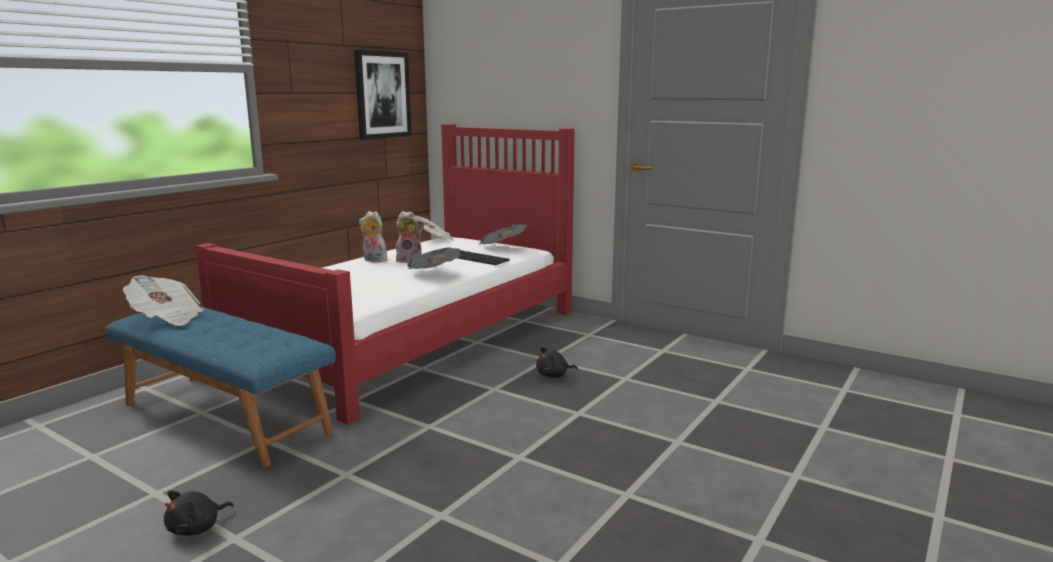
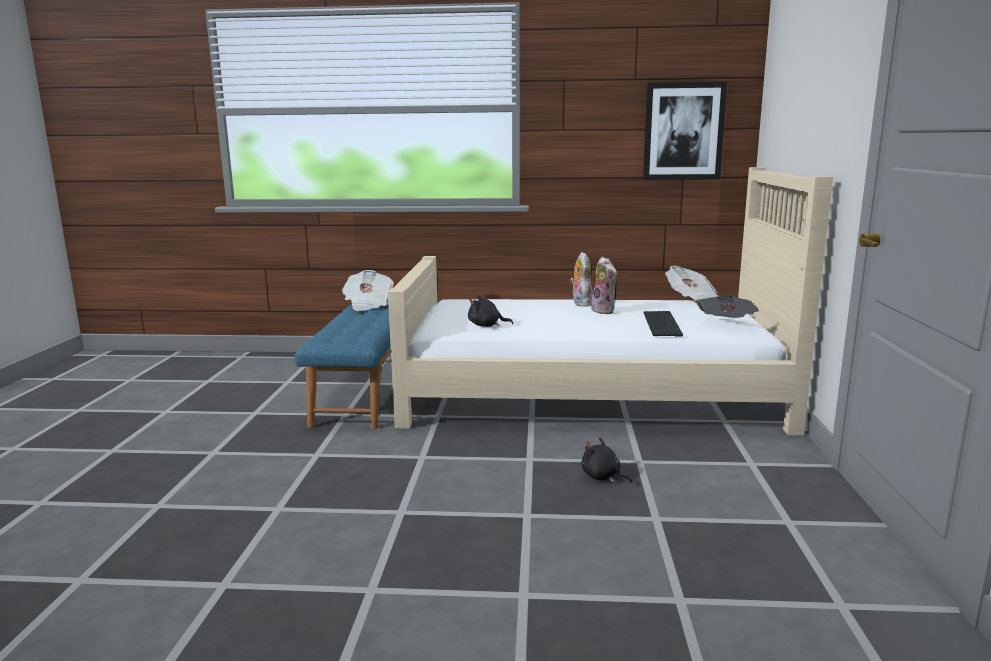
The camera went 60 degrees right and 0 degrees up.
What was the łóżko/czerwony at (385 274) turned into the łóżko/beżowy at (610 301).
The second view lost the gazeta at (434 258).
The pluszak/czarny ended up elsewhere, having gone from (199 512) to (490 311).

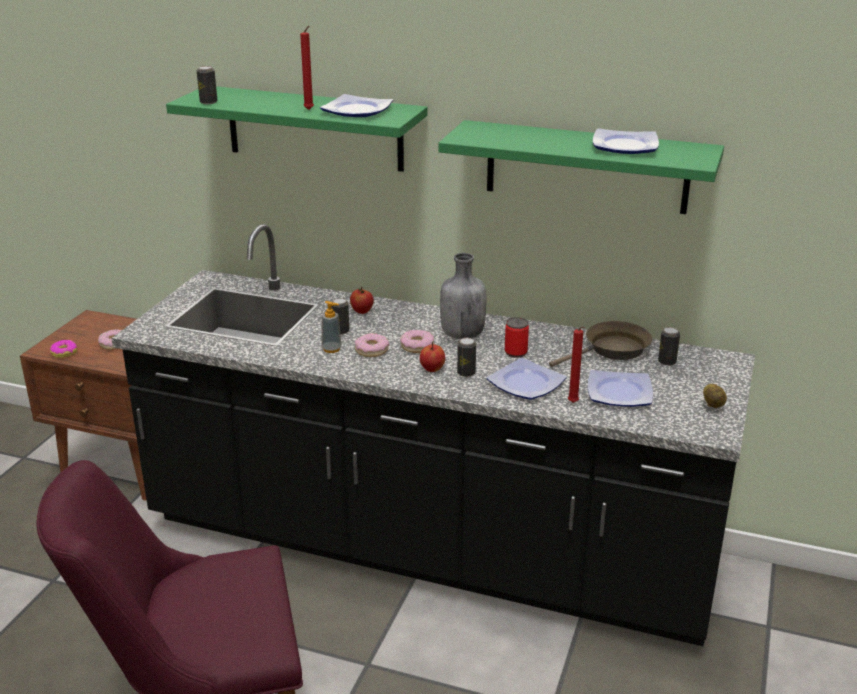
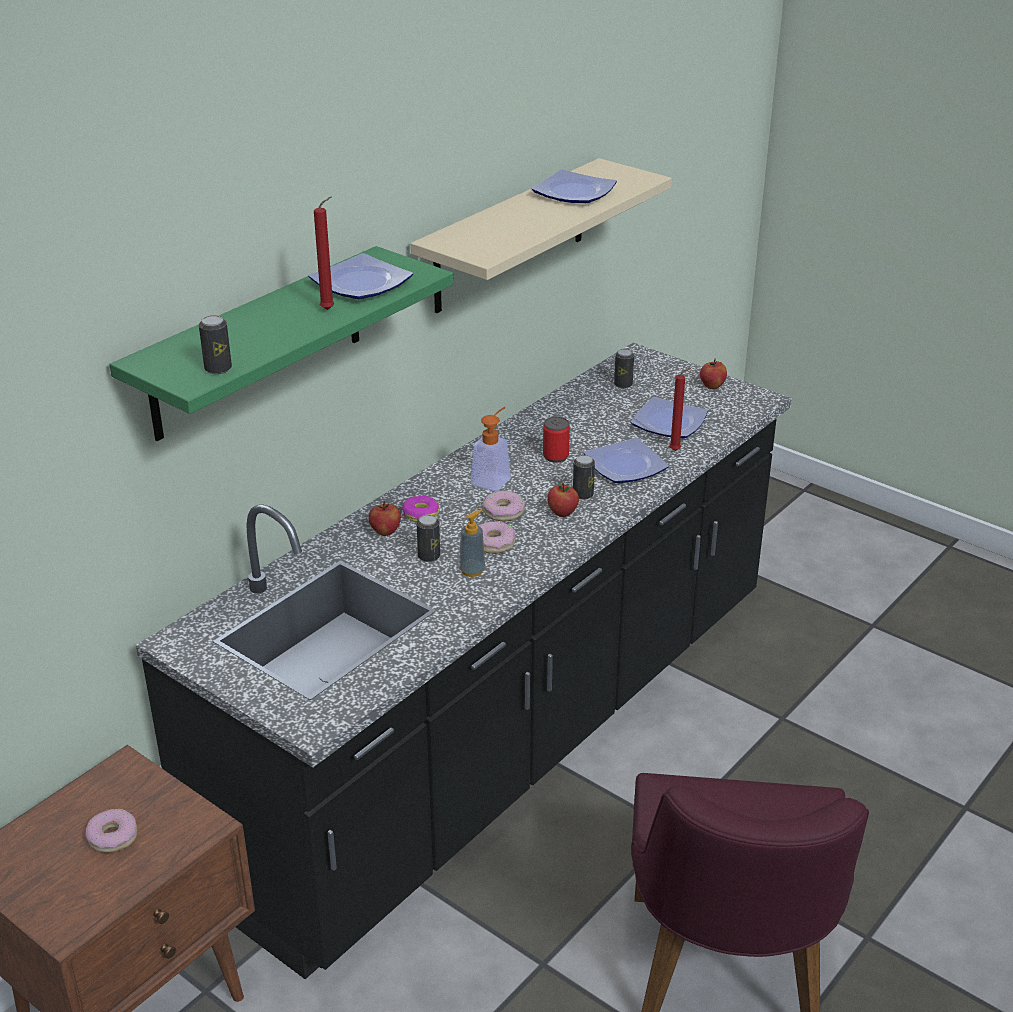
The camera went 70 degrees left and 5 degrees up.
What was the półka/zielony at (581 167) turned into the półka/beżowy at (541 235).
Where the butelka/szary stood at (463 296), the dozownik mydła came to stand at (491 449).
The second view lost the patelnia/brązowy at (601 344).
The donut ended up elsewhere, having gone from (63 349) to (420 509).
Where the ziemniak stood at (715 396), the jabłko came to stand at (713 373).

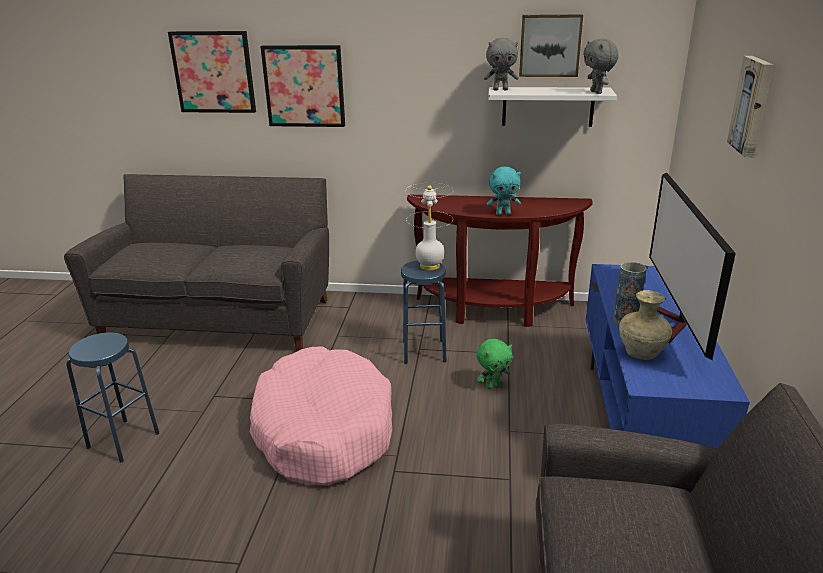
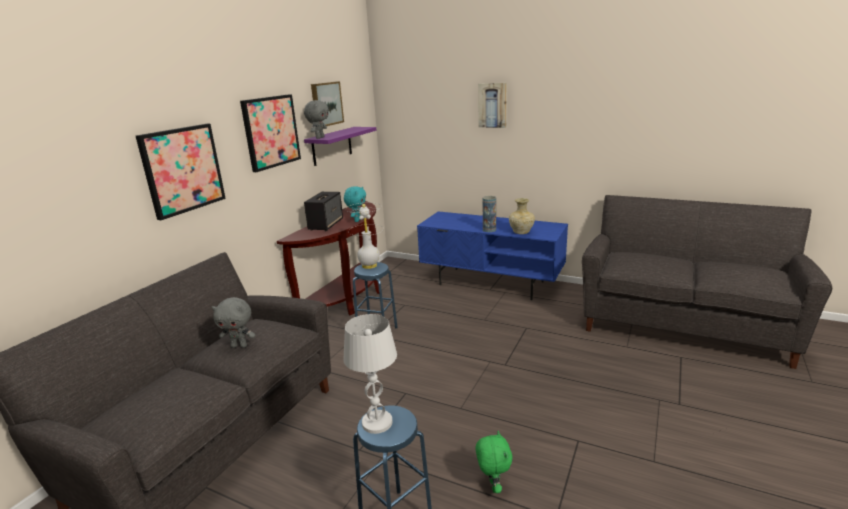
The camera went 70 degrees left and 5 degrees down.
The obraz ended up elsewhere, having gone from (212 72) to (270 133).
The pluszak/szary ended up elsewhere, having gone from (601 66) to (233 322).
What was the półka/biały at (552 107) turned into the półka/fioletowy at (340 146).
The second view lost the telewizor at (692 266).
The pluszak/zielony ended up elsewhere, having gone from (494 364) to (494 462).
The second view lost the legowisko/różowy at (321 416).
The second view gained the głośnik at (323 211).
The second view gained the lampa stołowa/biały at (370 374).

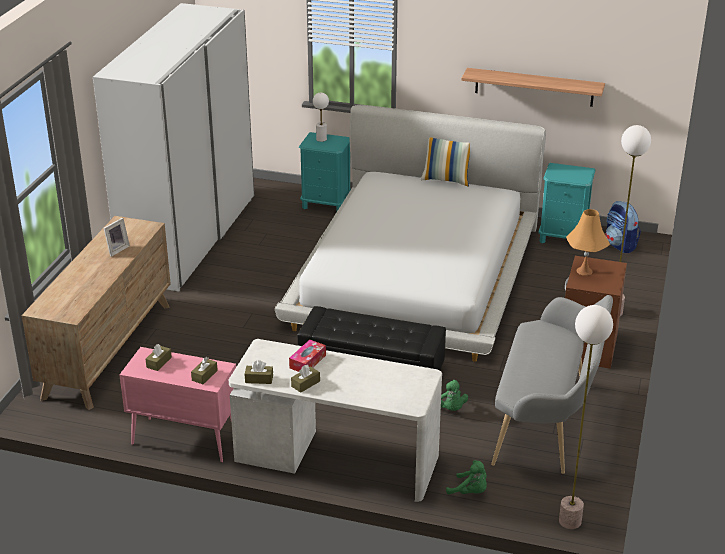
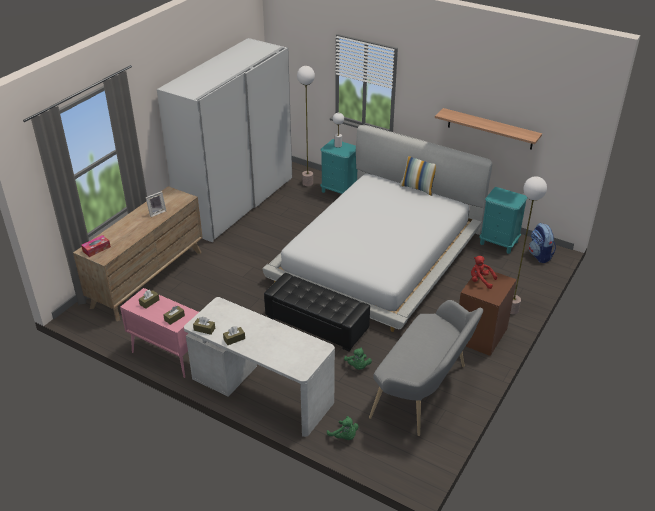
The camera went 15 degrees right and 5 degrees up.
Where the lampa stołowa/pomarańczowy stood at (588 242), the pluszak/czerwony came to stand at (484 272).
The lampa stojąca ended up elsewhere, having gone from (586 417) to (306 126).
The pudełko chusteczek ended up elsewhere, having gone from (307 356) to (96 246).

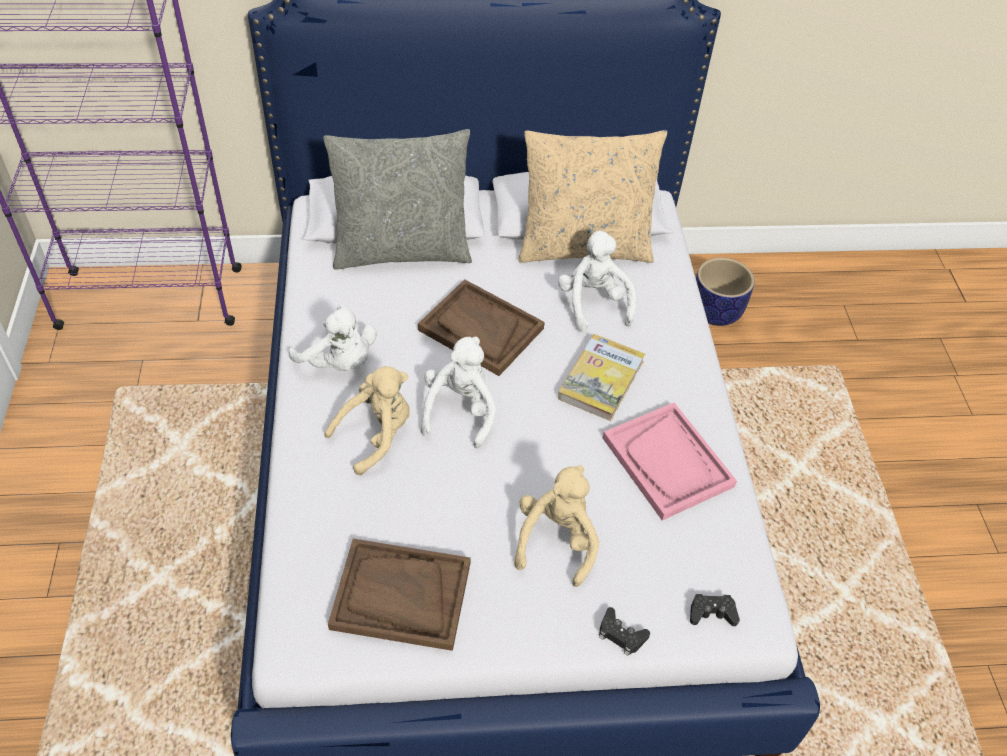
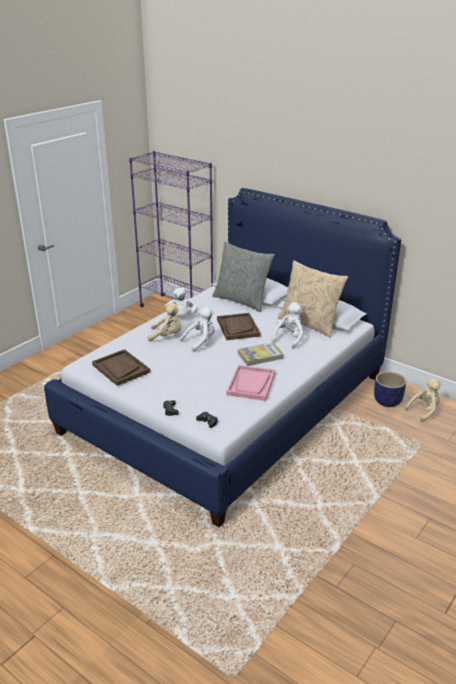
The camera went 45 degrees right and 20 degrees down.
The pluszak/beżowy ended up elsewhere, having gone from (556 526) to (423 400).

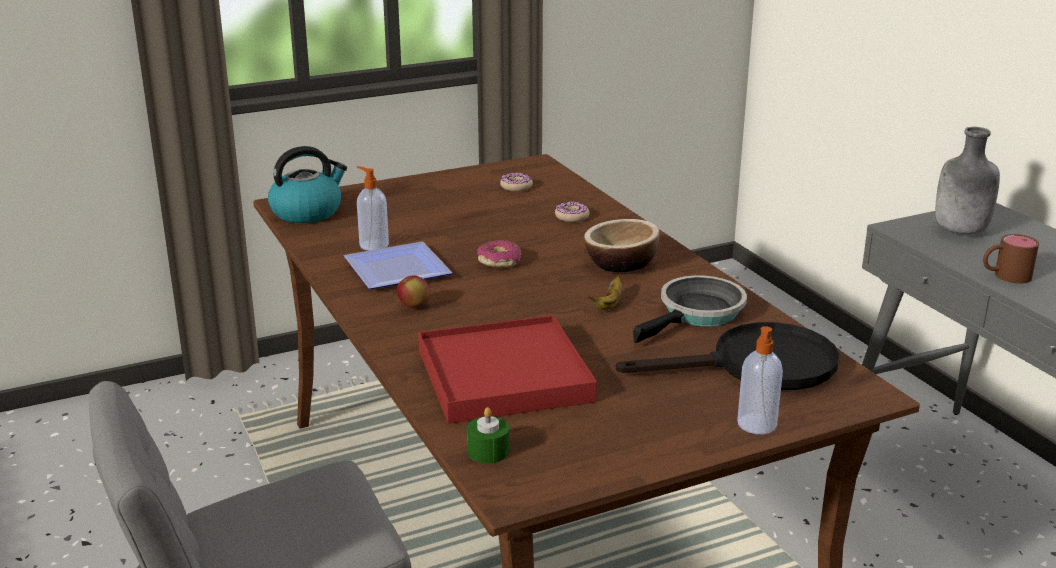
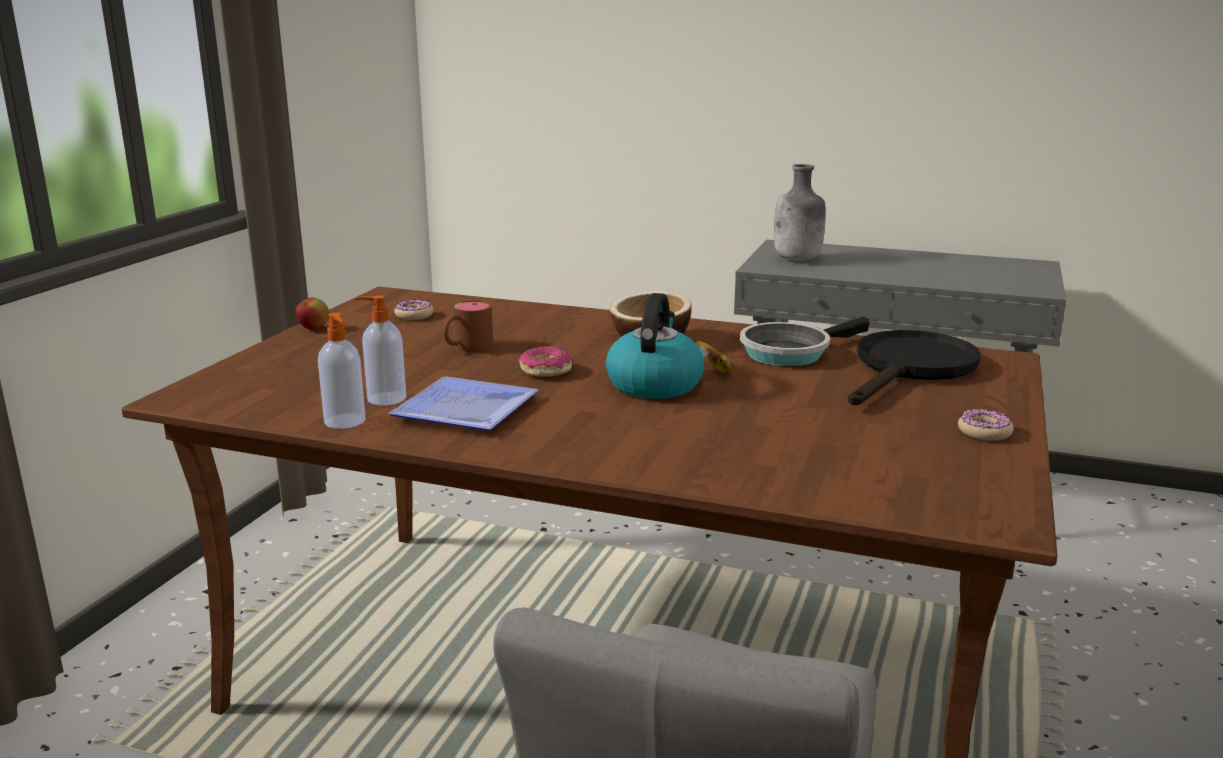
The camera went 45 degrees left and 5 degrees down.
The czajnik ended up elsewhere, having gone from (307 184) to (654 346).
The donut ended up elsewhere, having gone from (572 211) to (986 424).
The kubek/brązowy ended up elsewhere, having gone from (1011 258) to (468 326).
The jabłko ended up elsewhere, having gone from (414 291) to (312 314).
The patelnia at (690 309) ended up facing another way, 120 degrees counterclockwise from before.
The second view lost the taca/czerwony at (507 369).
The dozownik mydła ended up elsewhere, having gone from (760 380) to (342 371).
The second view lost the świeca/zielony at (488 435).

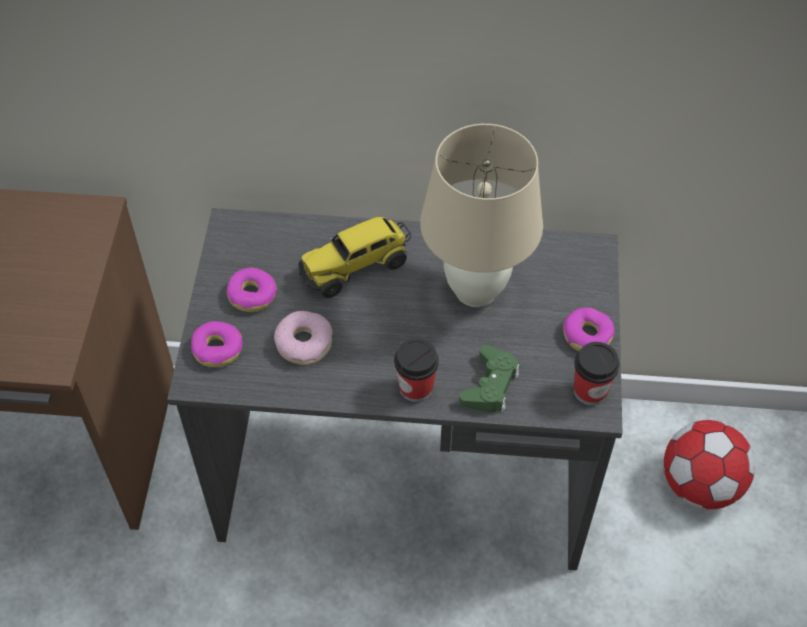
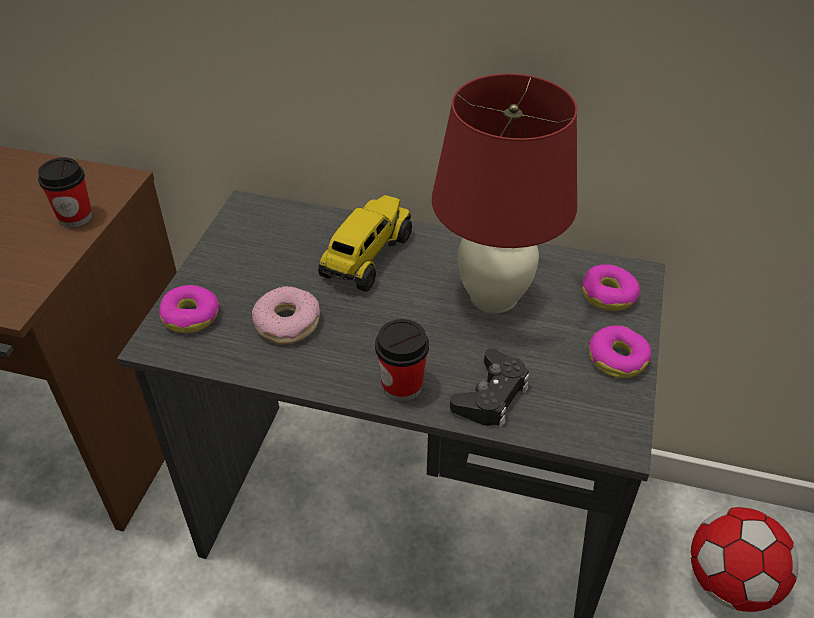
The camera went 10 degrees right and 10 degrees down.
What was the lampa stołowa/beżowy at (481 215) turned into the lampa stołowa/czerwony at (504 193).
The ciężarówka zabawkowa at (354 257) ended up facing another way, 135 degrees clockwise from before.
The donut ended up elsewhere, having gone from (251 290) to (610 287).
The filiżanka ended up elsewhere, having gone from (597 374) to (65 192).
What was the pad do gier/zielony at (489 379) turned into the pad do gier/czarny at (489 388).

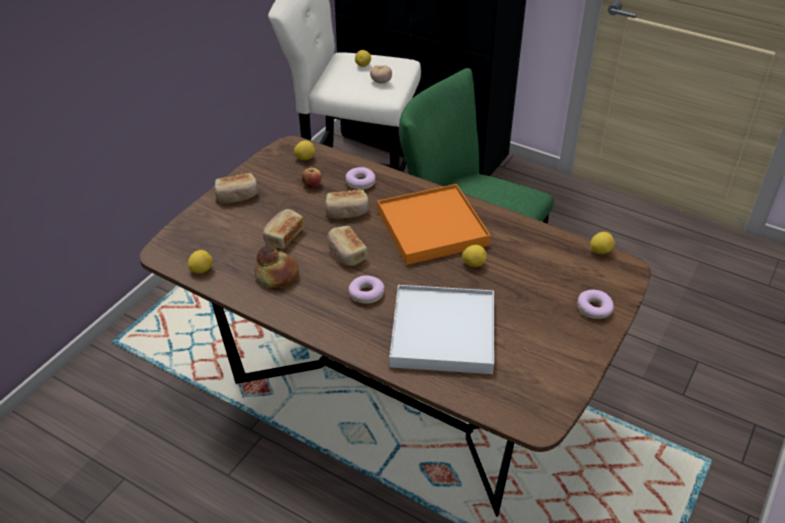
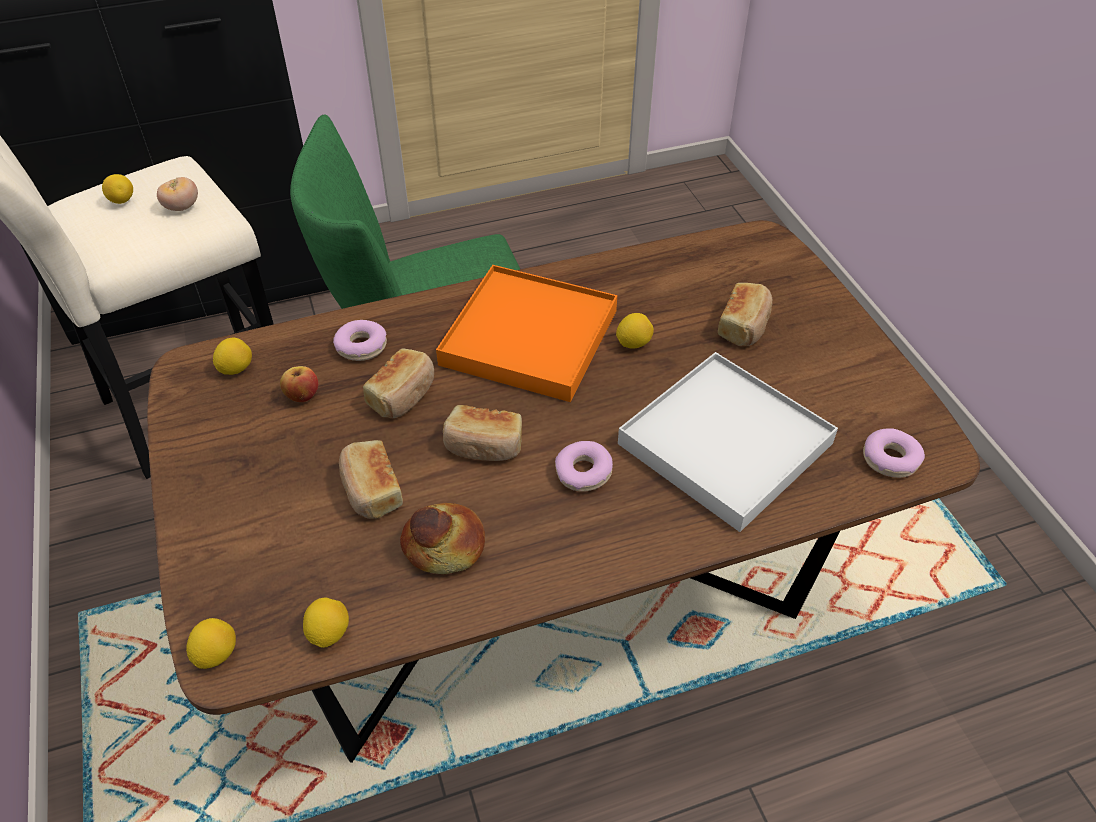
The camera went 50 degrees left and 5 degrees up.
The chleb ended up elsewhere, having gone from (236 188) to (745 314).
The cytryna ended up elsewhere, having gone from (602 243) to (211 643).
The donut ended up elsewhere, having gone from (595 304) to (894 453).

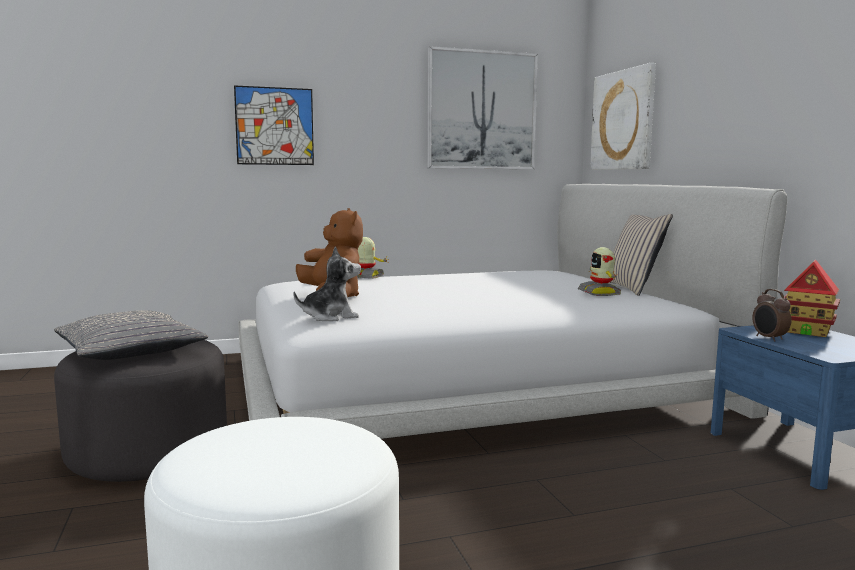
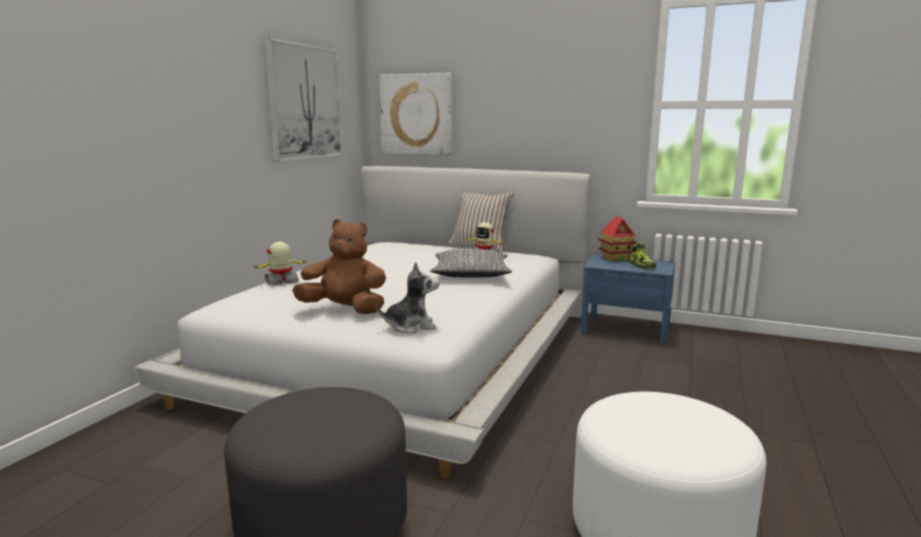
The camera went 50 degrees left and 5 degrees up.
The second view lost the obraz at (274 125).
The pluszak at (327 283) ended up facing another way, 60 degrees clockwise from before.
The second view lost the budzik at (772 315).
The poduszka/szary ended up elsewhere, having gone from (131 335) to (471 263).
The second view gained the but at (642 256).

